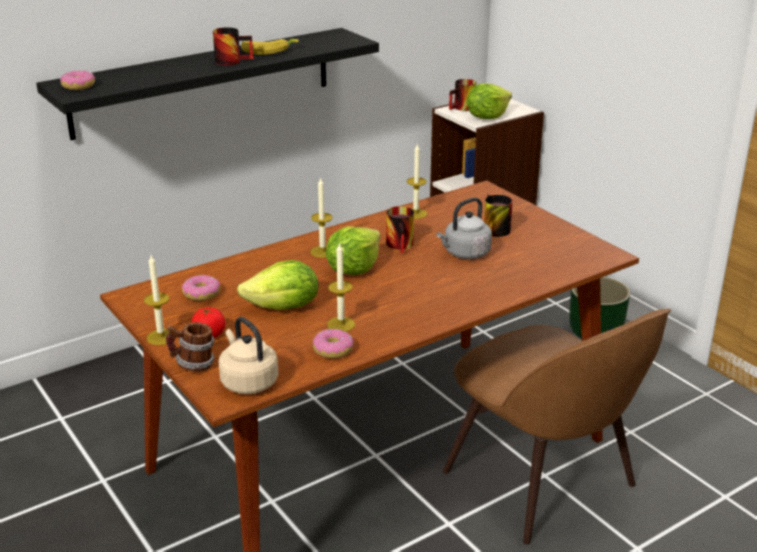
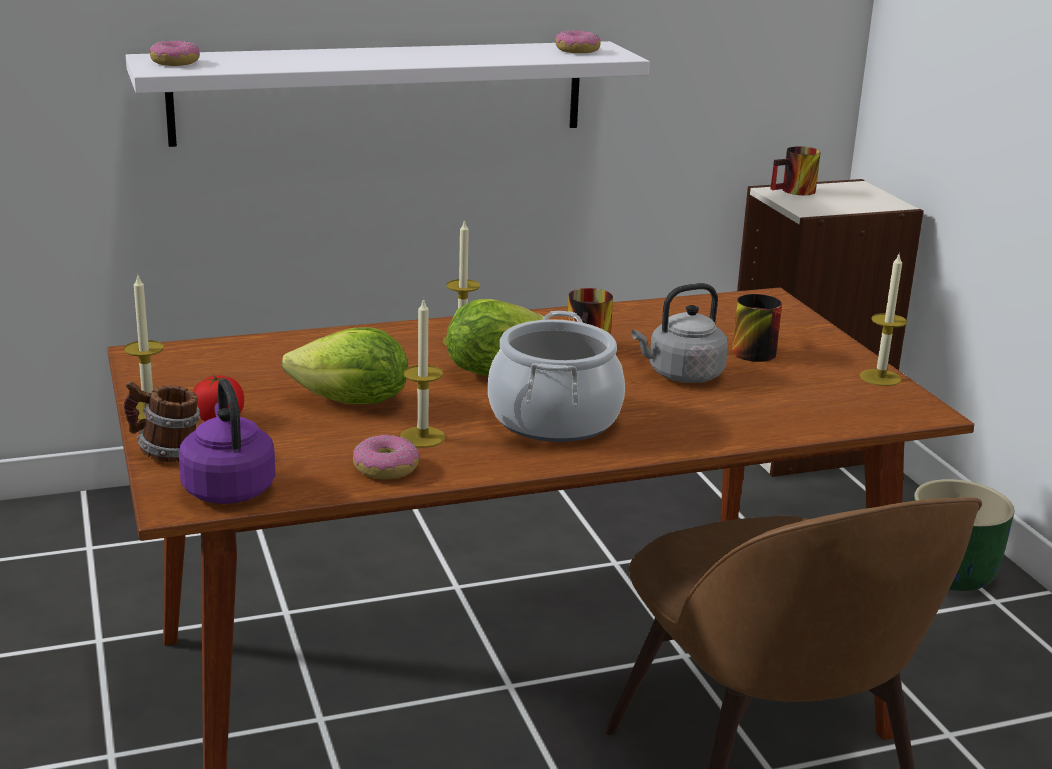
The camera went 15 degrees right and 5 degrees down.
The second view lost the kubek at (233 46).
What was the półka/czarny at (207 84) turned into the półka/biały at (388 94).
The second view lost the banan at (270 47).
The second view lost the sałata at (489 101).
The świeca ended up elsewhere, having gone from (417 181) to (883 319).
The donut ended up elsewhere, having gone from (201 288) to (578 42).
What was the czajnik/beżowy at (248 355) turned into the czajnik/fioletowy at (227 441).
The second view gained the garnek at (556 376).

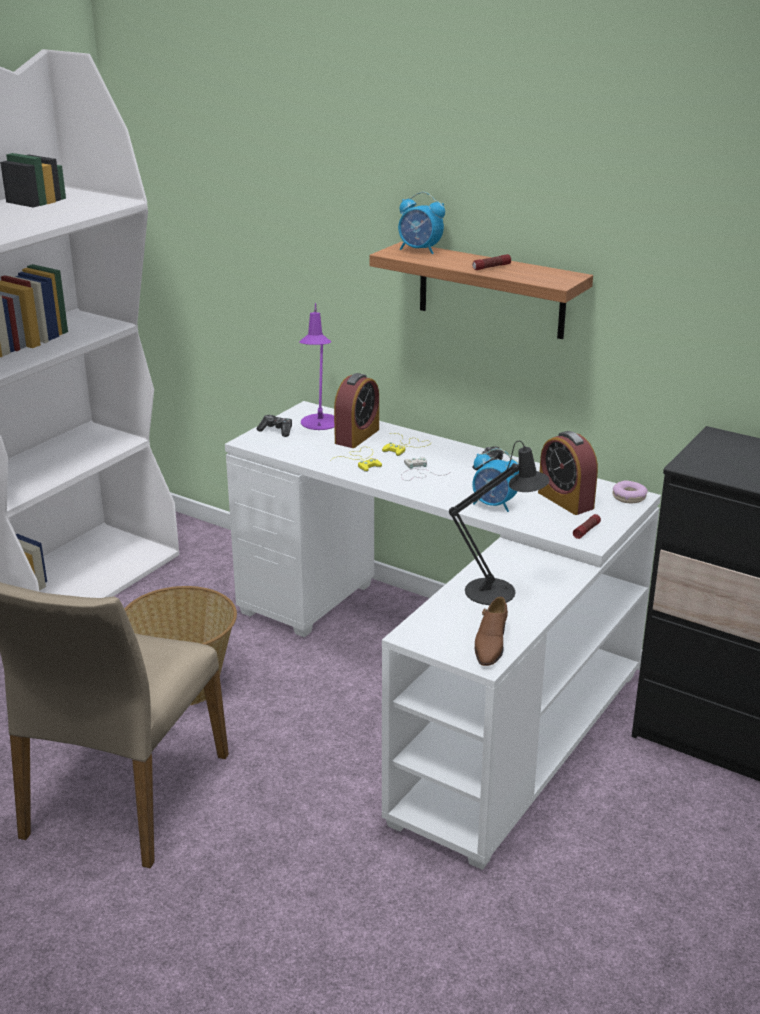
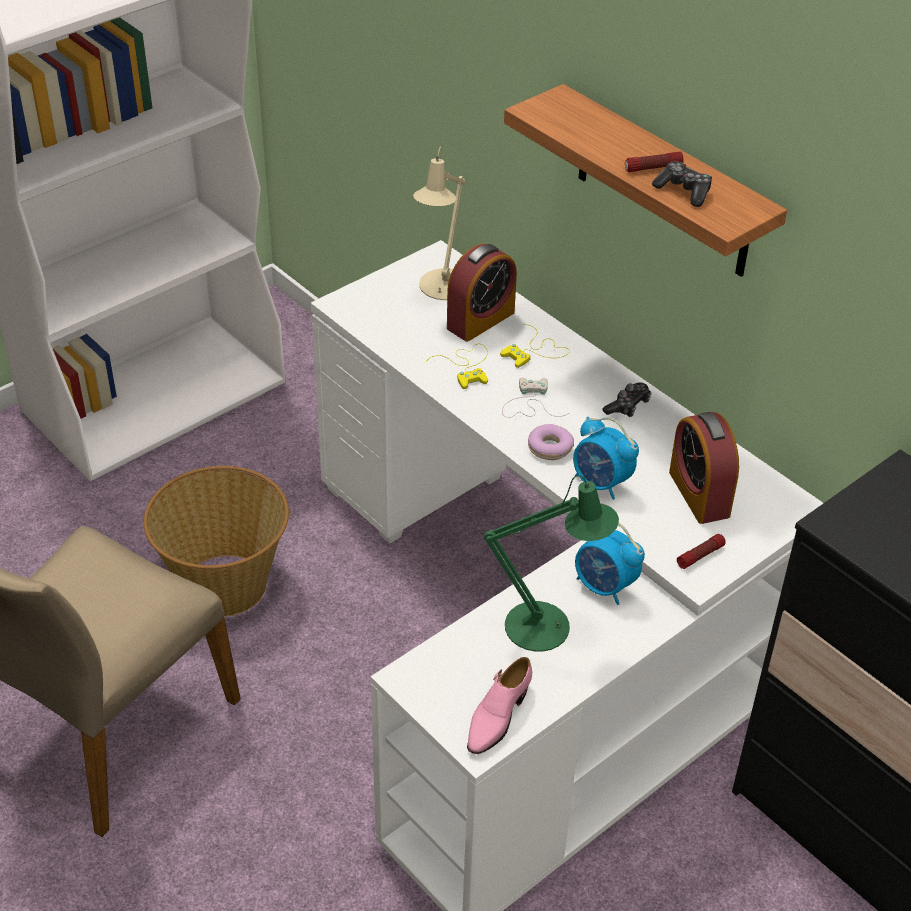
The camera went 15 degrees right and 15 degrees up.
The budzik ended up elsewhere, having gone from (421 223) to (610 564).
What was the lampa stołowa/fioletowy at (316 366) turned into the lampa stołowa/beżowy at (439 223).
The pad do gier ended up elsewhere, having gone from (274 426) to (682 184).
What was the lampa stołowa/czarny at (499 523) turned into the lampa stołowa/zielony at (551 563).
The donut ended up elsewhere, having gone from (630 491) to (551 442).
What was the but/brązowy at (491 631) turned into the but/różowy at (499 705).

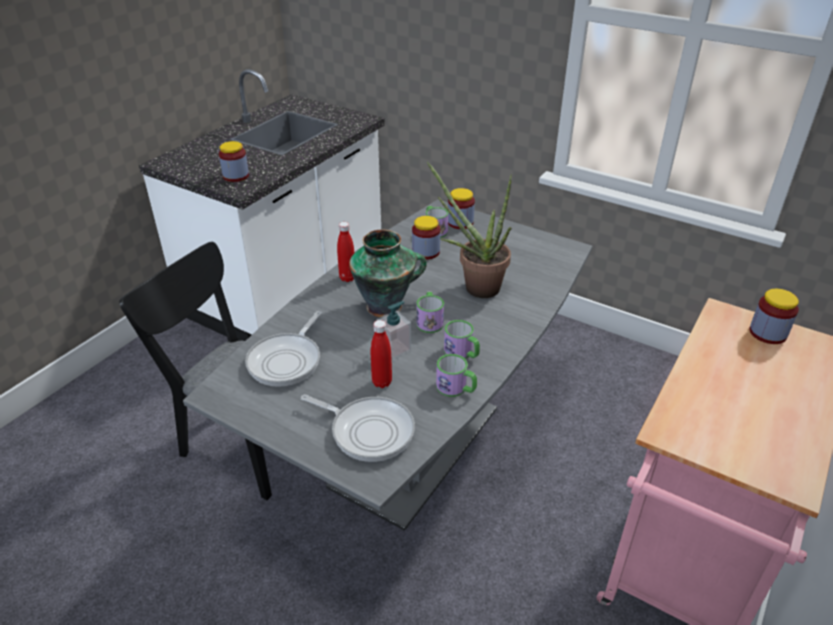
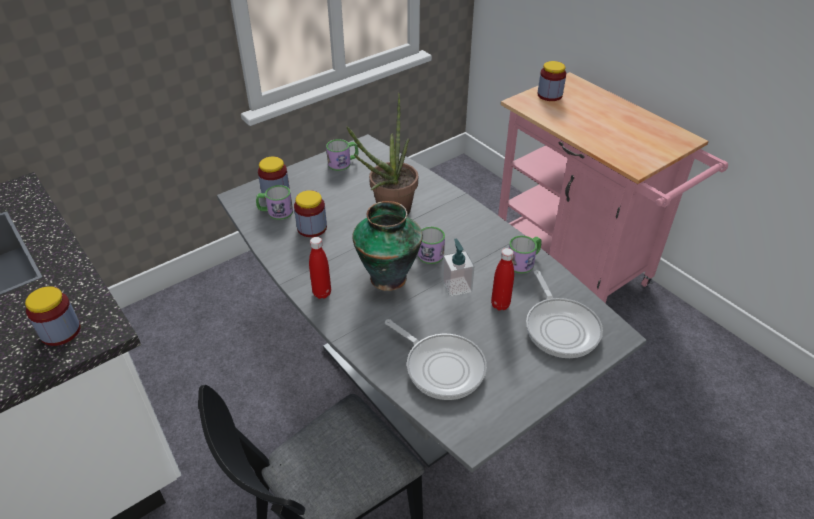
The camera went 70 degrees left and 5 degrees up.
The kubek ended up elsewhere, having gone from (462 339) to (342 155).
The patelnia at (358 428) ended up facing another way, 120 degrees clockwise from before.

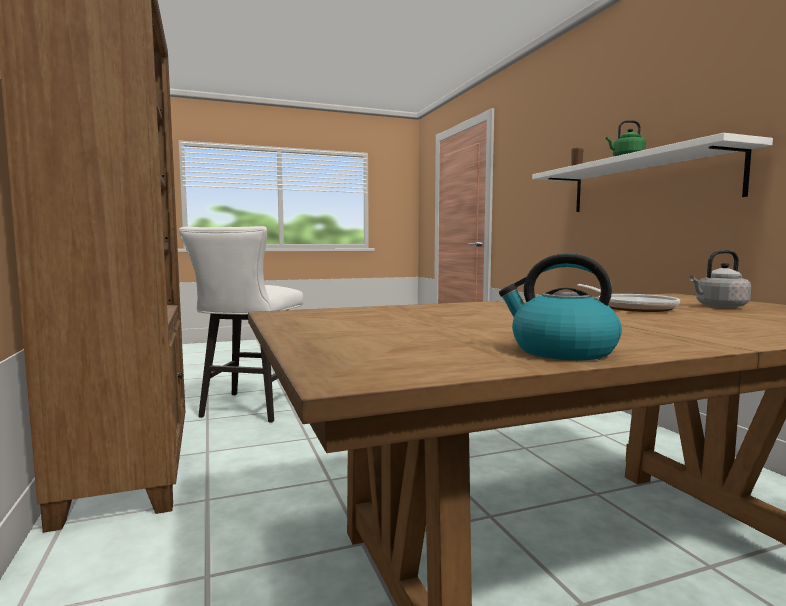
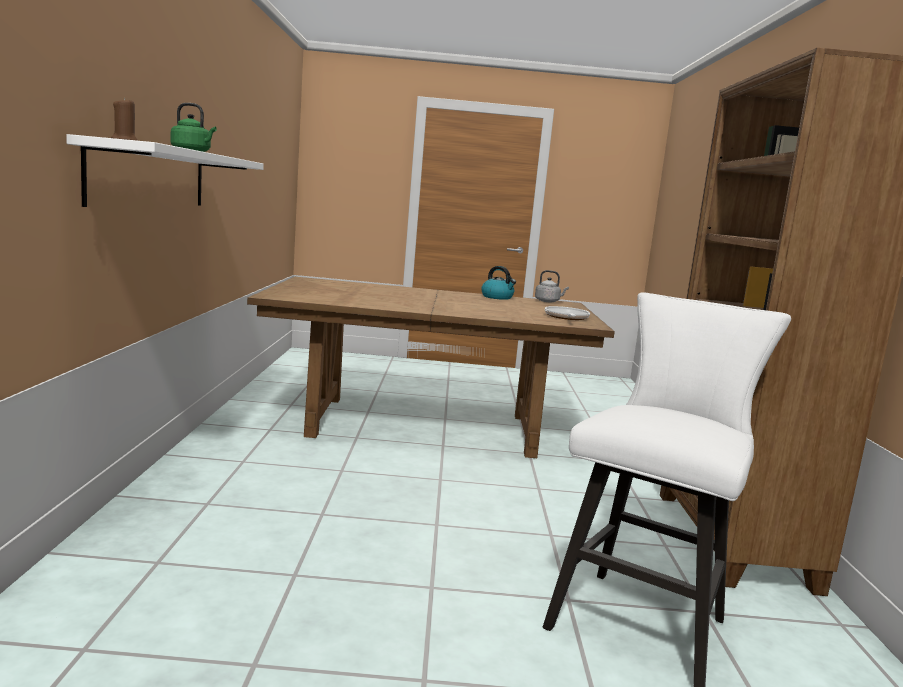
The camera went 160 degrees left and 5 degrees up.
The czajnik/szary ended up elsewhere, having gone from (720 279) to (552 286).
The patelnia ended up elsewhere, having gone from (628 298) to (567 313).

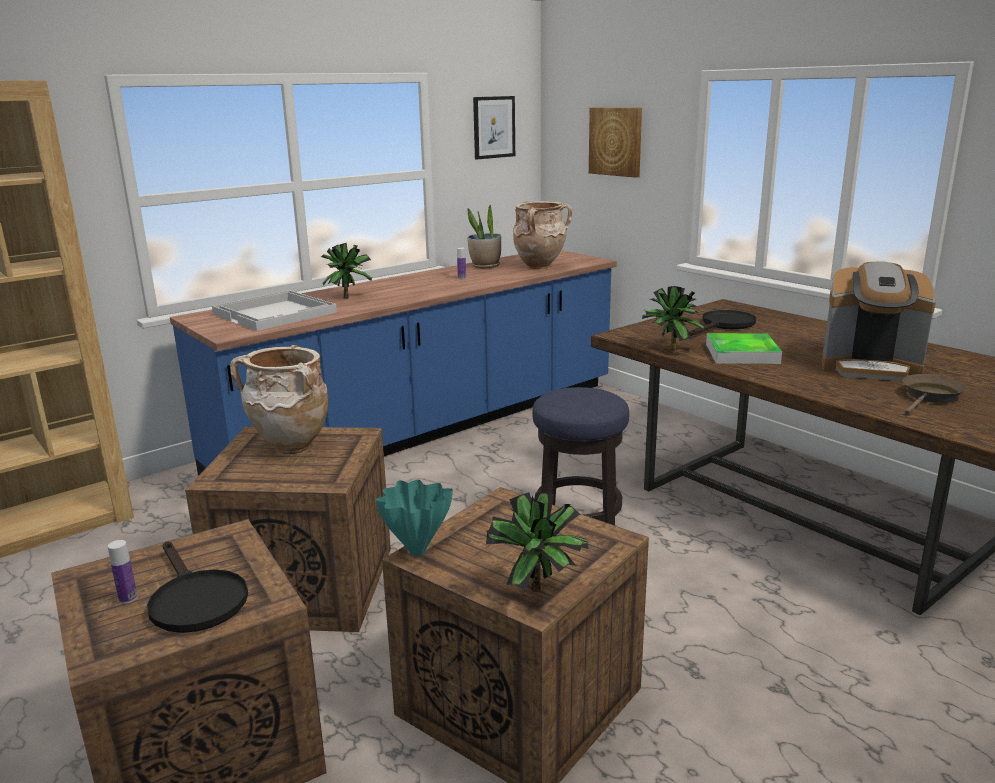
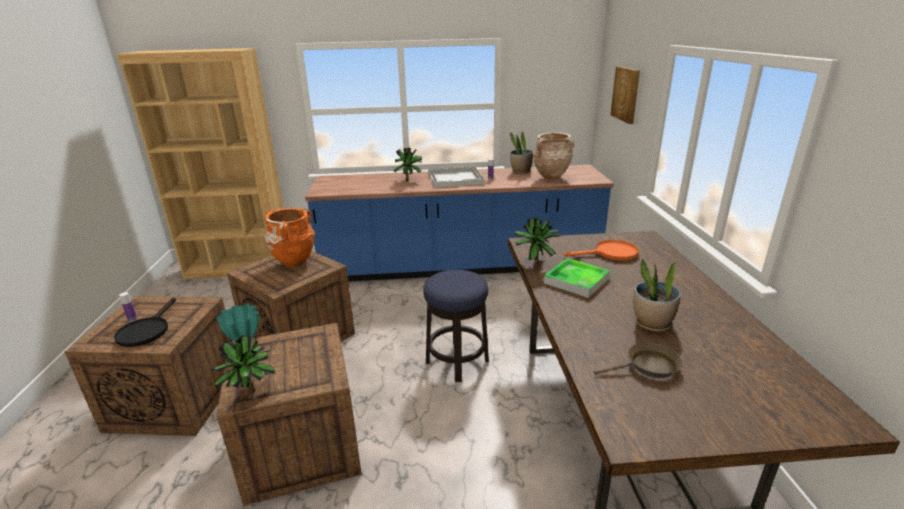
The camera went 35 degrees right and 5 degrees up.
The second view lost the obraz at (494 128).
Where the ekspres do kawy stood at (878 321), the roślina doniczkowa came to stand at (657 295).
The taca/biały ended up elsewhere, having gone from (274 310) to (456 177).
What was the patelnia/czarny at (722 323) turned into the patelnia/pomarańczowy at (601 250).
What was the wazon/beżowy at (279 399) turned into the wazon/pomarańczowy at (289 238).

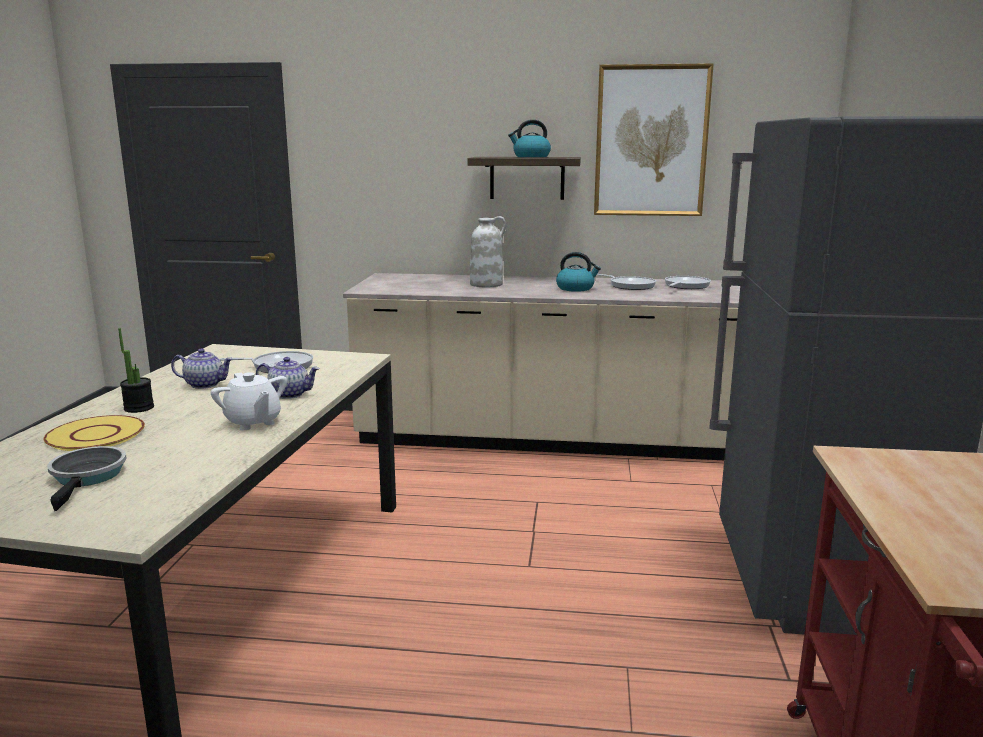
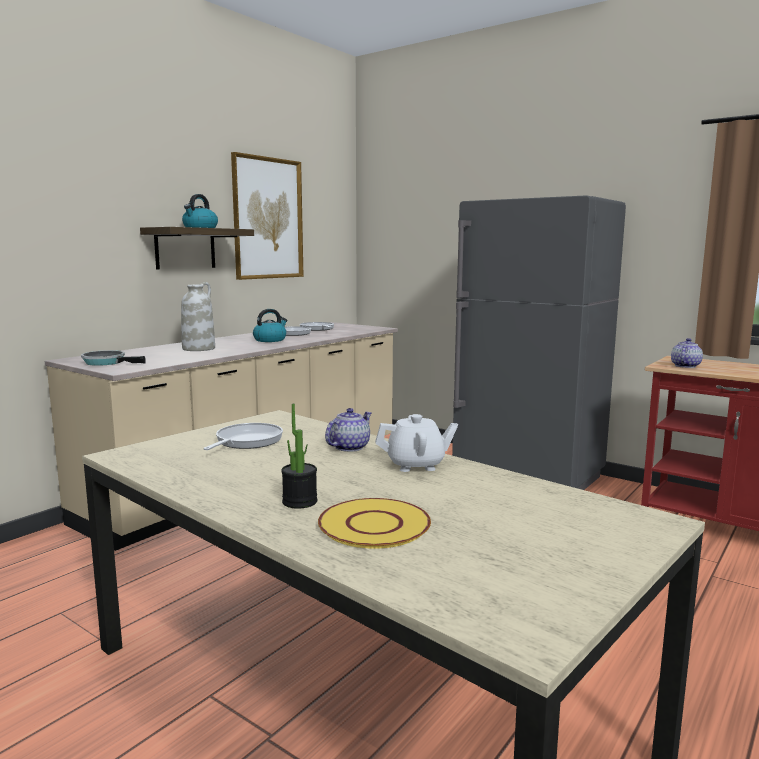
The camera went 60 degrees left and 5 degrees down.
The imbryk ended up elsewhere, having gone from (202 368) to (687 353).
The patelnia ended up elsewhere, having gone from (87 478) to (113 358).

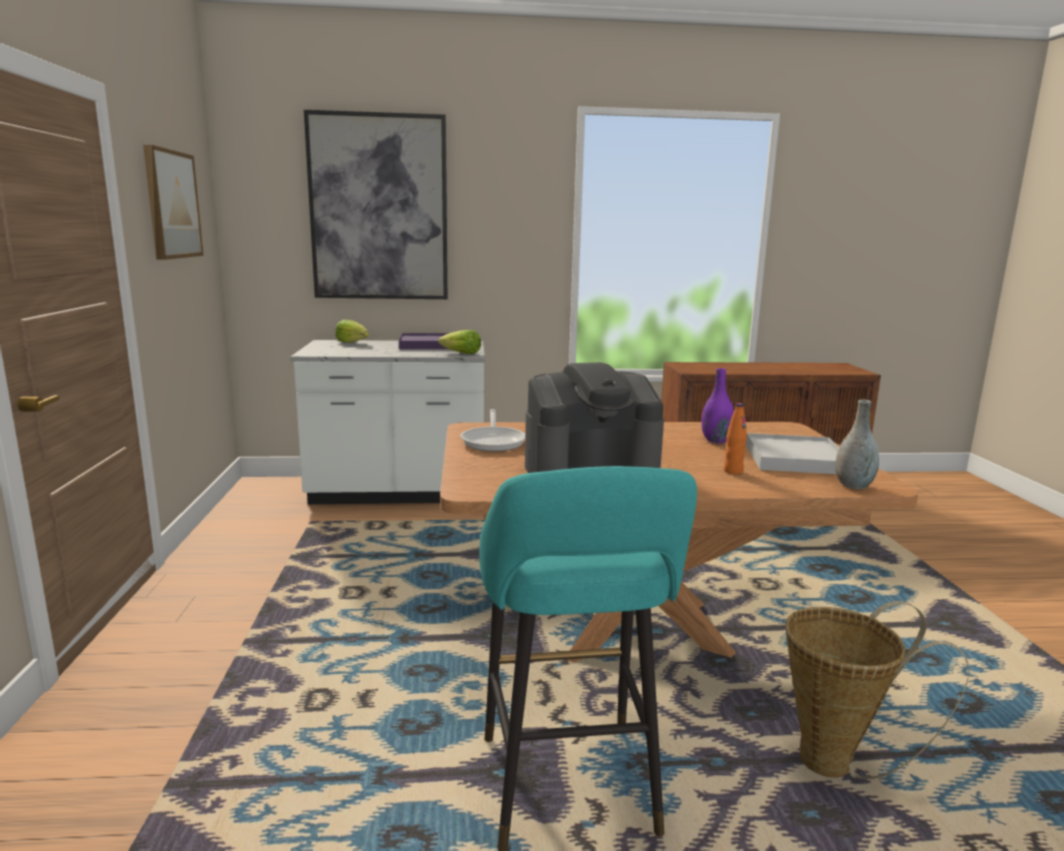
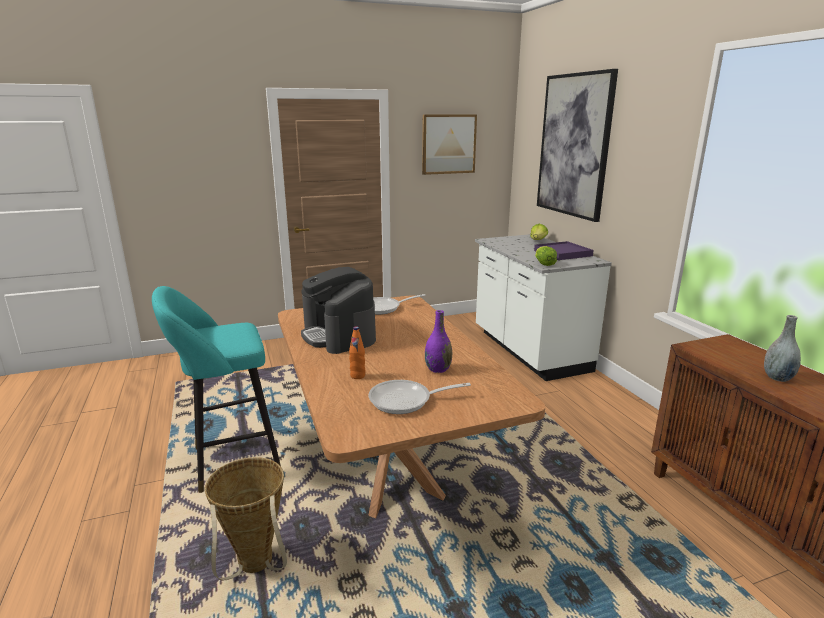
The camera went 75 degrees right and 5 degrees up.
The wazon/szary ended up elsewhere, having gone from (857 444) to (782 348).
Where the taca/biały stood at (792 453), the patelnia came to stand at (419 397).

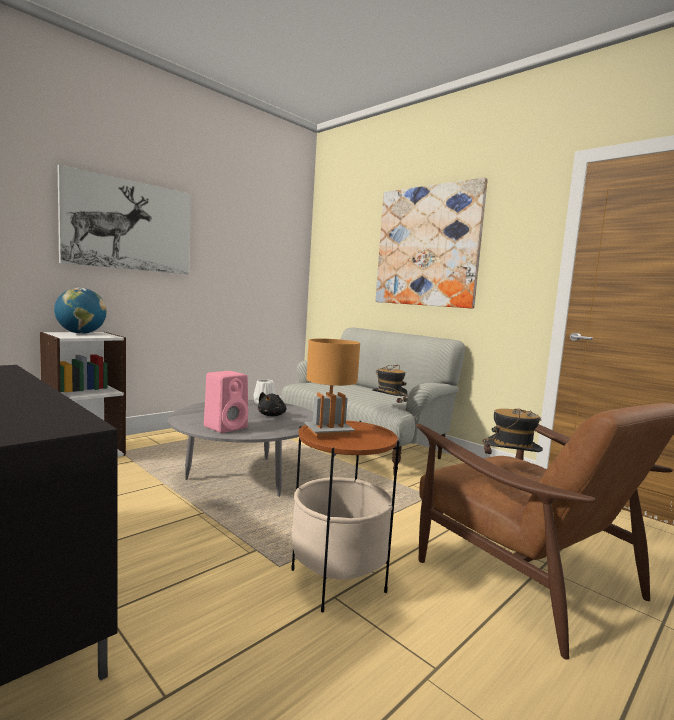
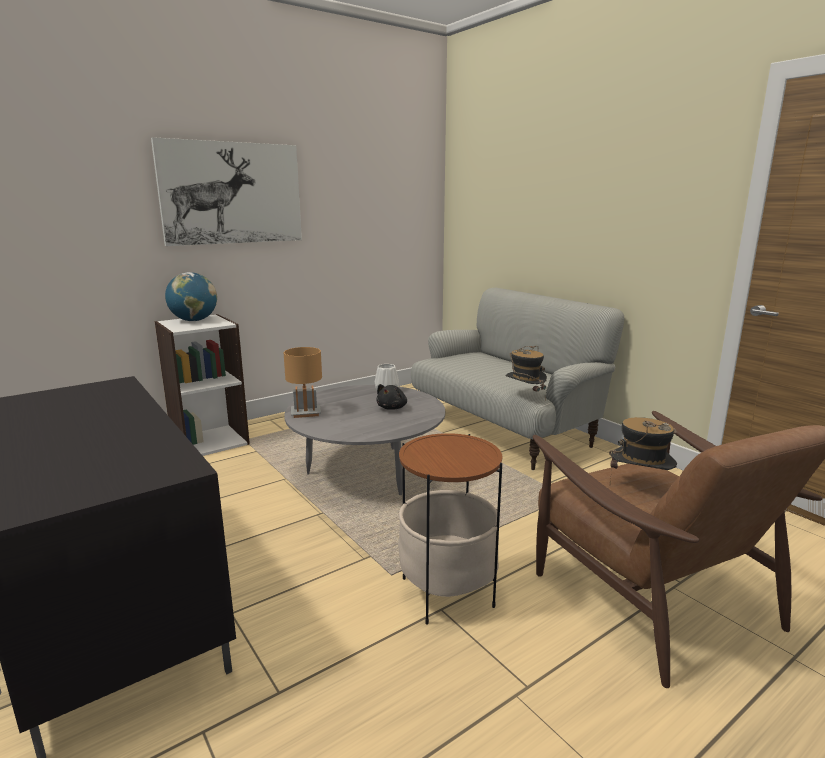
The camera went 10 degrees right and 10 degrees up.
The second view lost the obraz at (432 242).
The lampa stołowa/brązowy ended up elsewhere, having gone from (332 388) to (302 382).
The second view lost the głośnik/różowy at (226 402).

